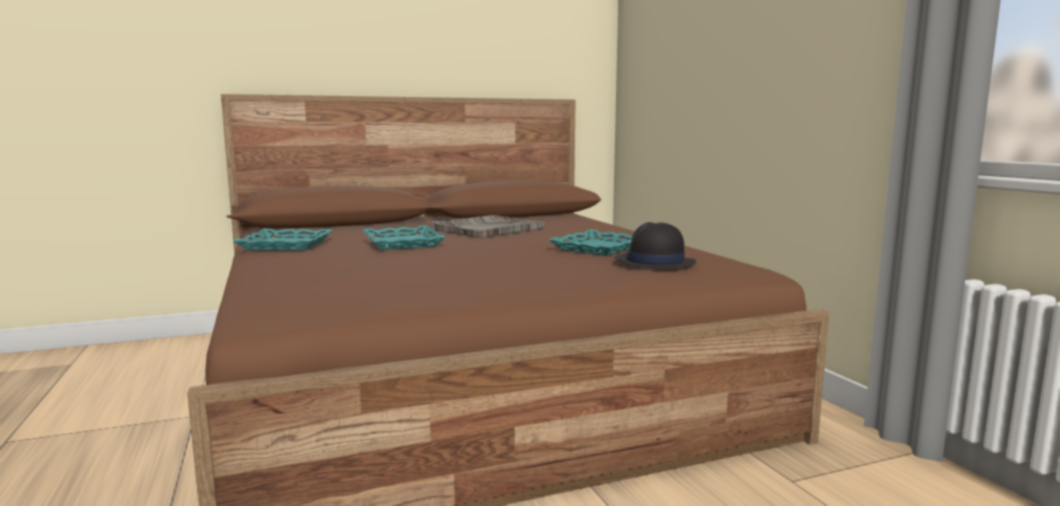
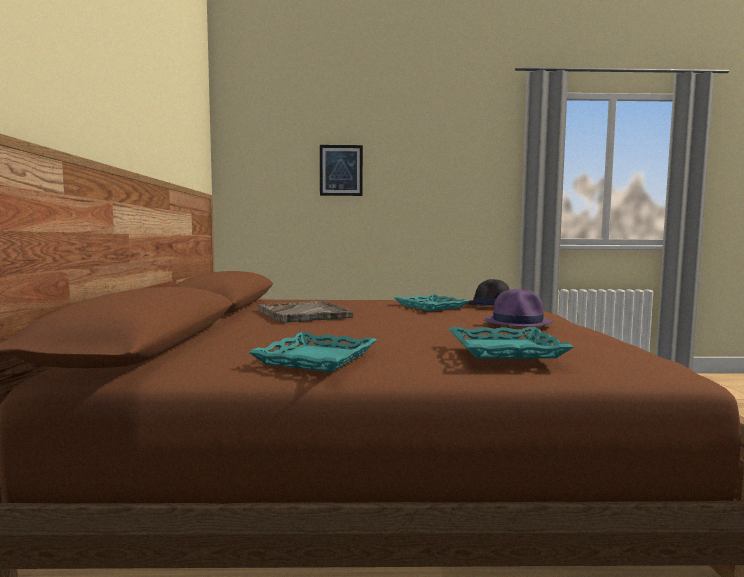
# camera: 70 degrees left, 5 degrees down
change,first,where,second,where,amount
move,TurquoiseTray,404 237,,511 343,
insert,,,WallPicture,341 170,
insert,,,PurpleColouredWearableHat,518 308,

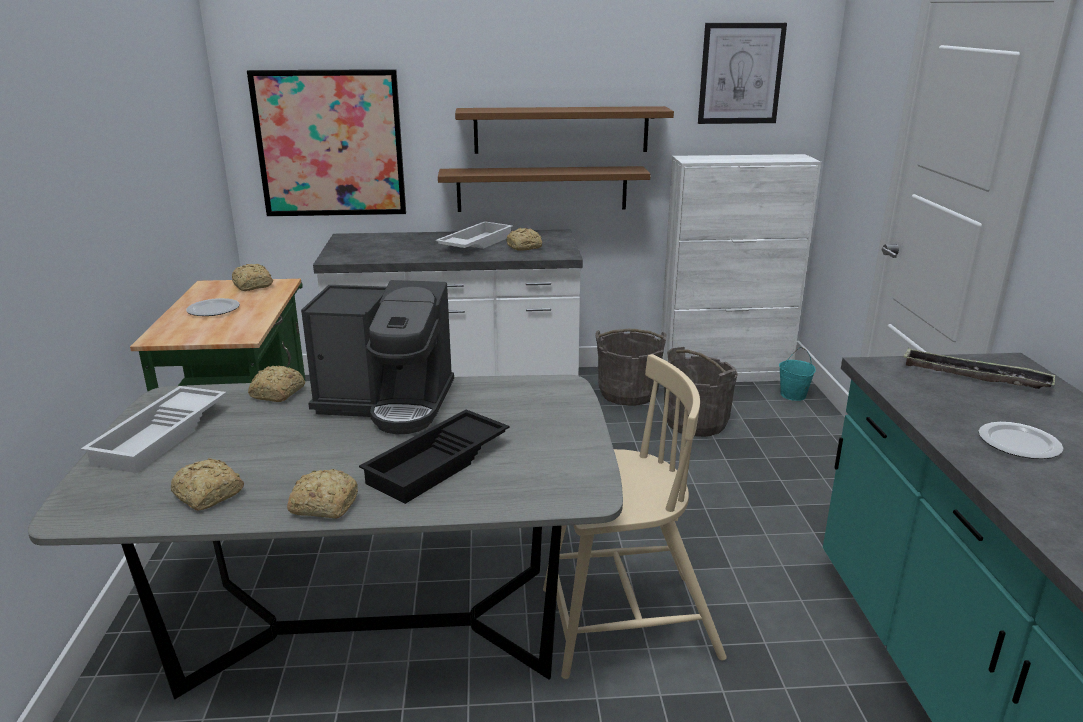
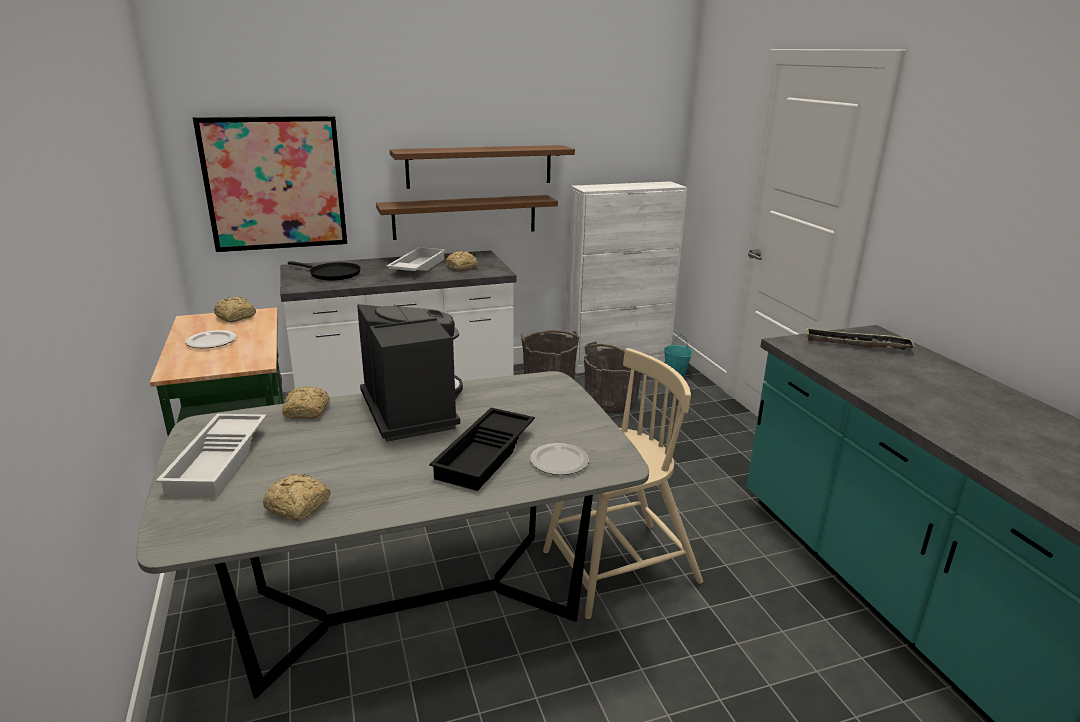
# camera: 15 degrees left, 0 degrees up
change,first,where,second,where,amount
delete,WallPicture,742 73,,,
rotate,CoffeeMaker,377 357,,410 373,105 degrees counterclockwise
move,Plate,1020 440,,559 459,
delete,BakeryBread,322 494,,,
insert,,,BlackSkillet,324 270,

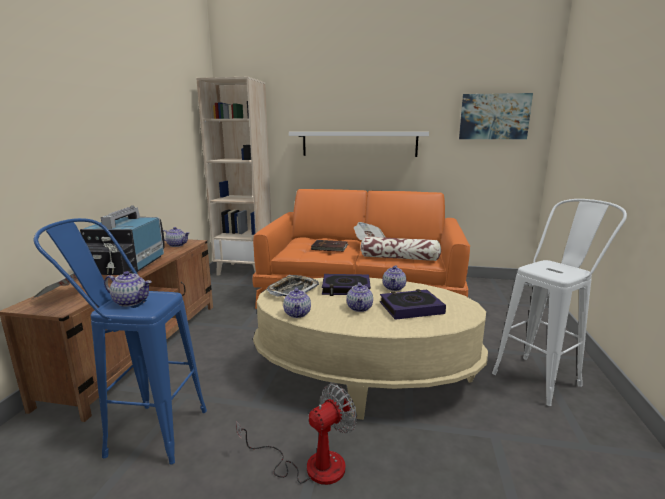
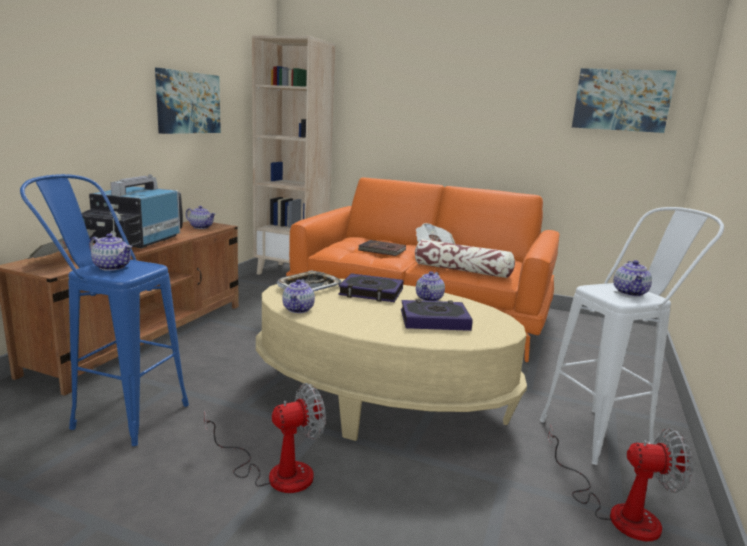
# camera: 10 degrees right, 0 degrees up
change,first,where,second,where,amount
delete,WhiteWallShelf,359 144,,,
move,PotForTea,359 297,,632 278,
insert,,,WallPicture,188 101,
insert,,,CoolingFan,620 482,

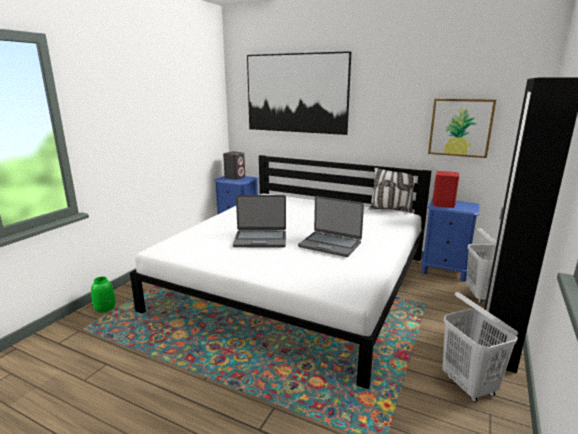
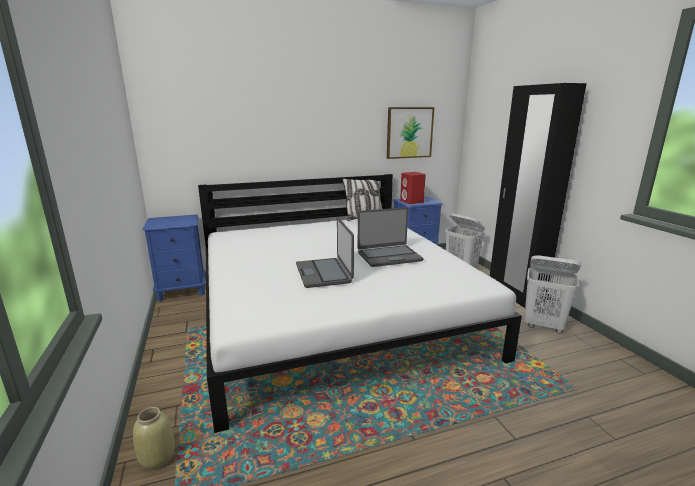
# camera: 45 degrees left, 0 degrees up
change,first,where,second,where,amount
delete,WallPicture,299 93,,,
delete,GrayAudioSpeaker,234 165,,,
rotate,PortableComputer,259 221,,325 252,120 degrees clockwise
recolor,GreenishFlowerVase,103 294,BeigeFlowerVase,154 438,

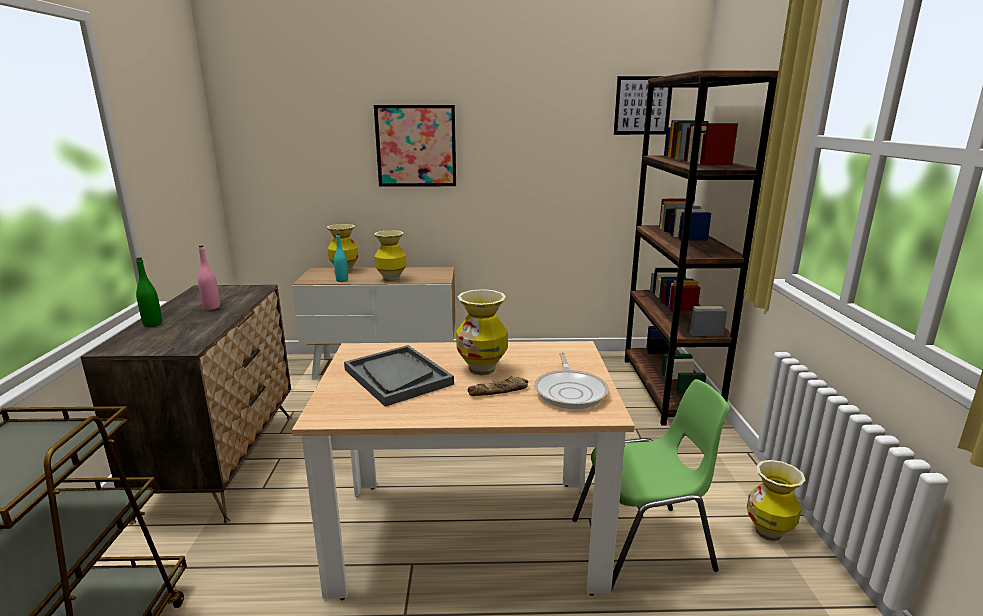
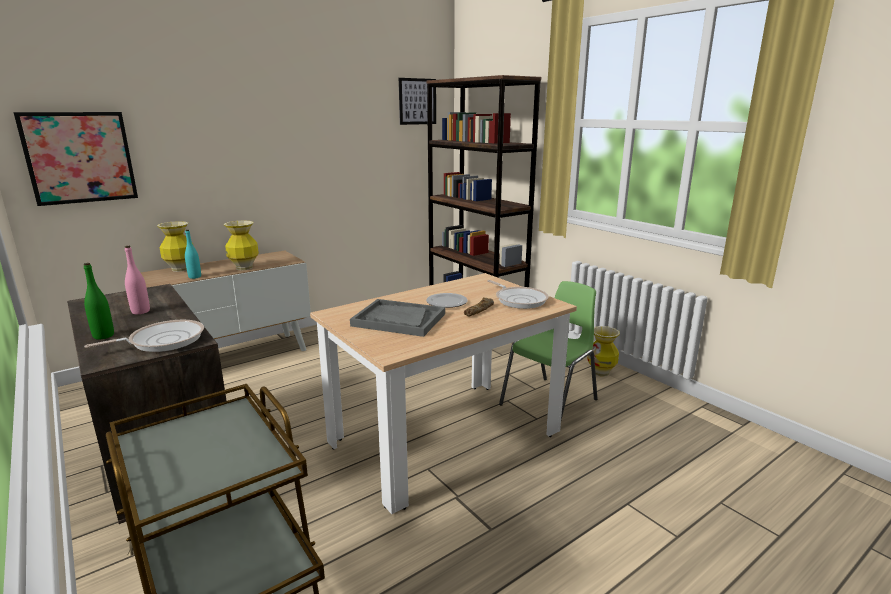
# camera: 35 degrees left, 0 degrees up
change,first,where,second,where,amount
move,WallPicture,415 146,,75 159,
replace,FlowerVase,482 332,Plate,447 300,
insert,,,Skillet,144 336,

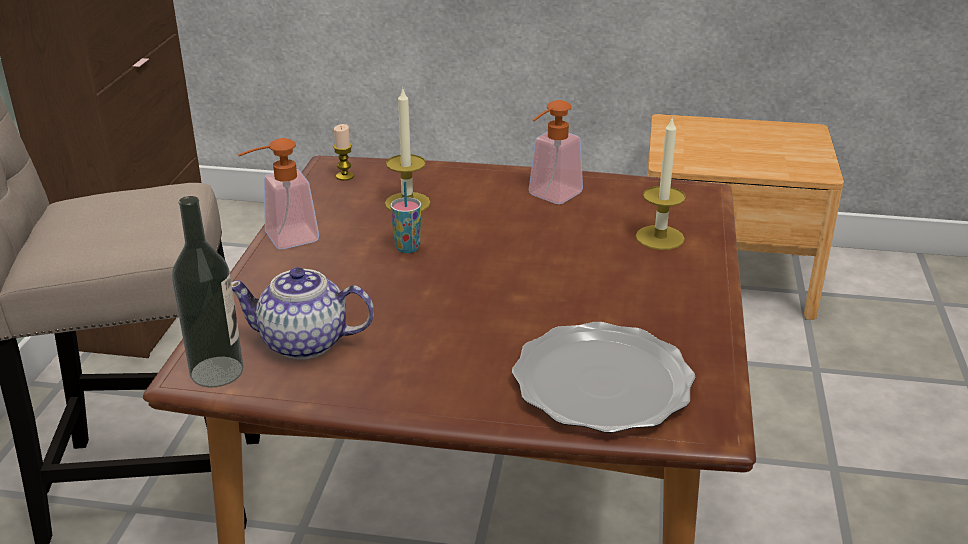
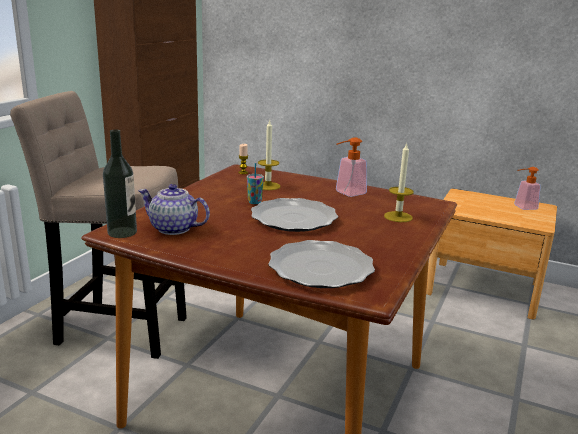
# camera: 15 degrees right, 10 degrees down
change,first,where,second,where,amount
move,SoapDispenser,278 193,,527 188,
insert,,,Plate,294 215,

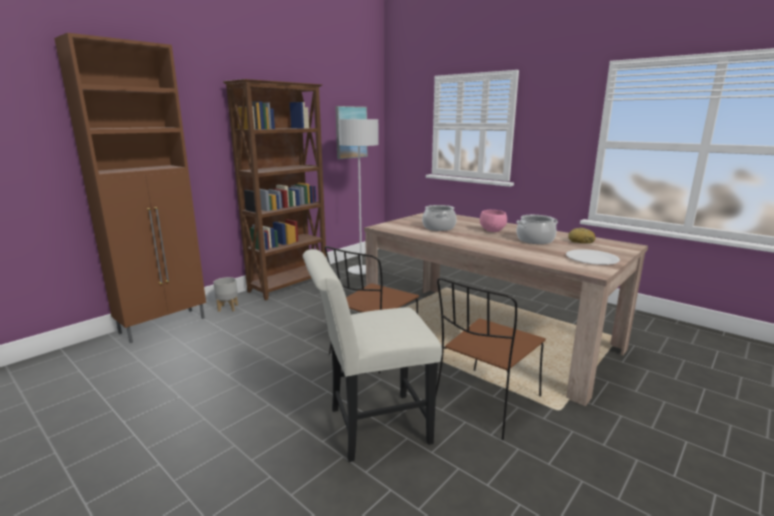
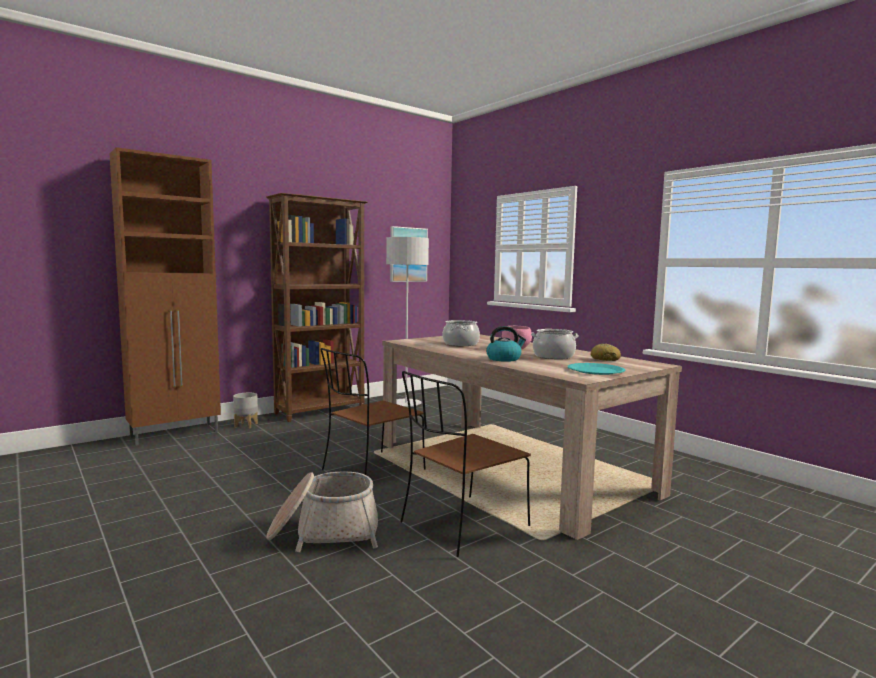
# camera: 10 degrees right, 10 degrees down
change,first,where,second,where,amount
replace,WhiteUprightChair,372 355,StorageBasket,322 512,
recolor,WhitePlate,593 257,TurquoisePlate,596 369,
insert,,,WaterKettle,506 344,

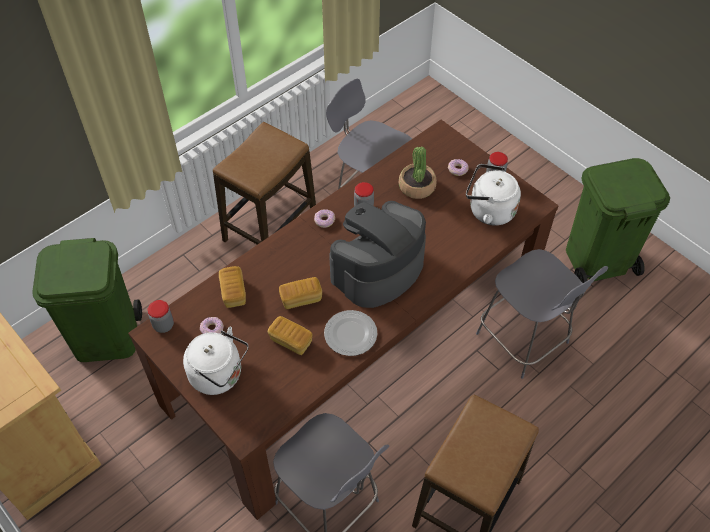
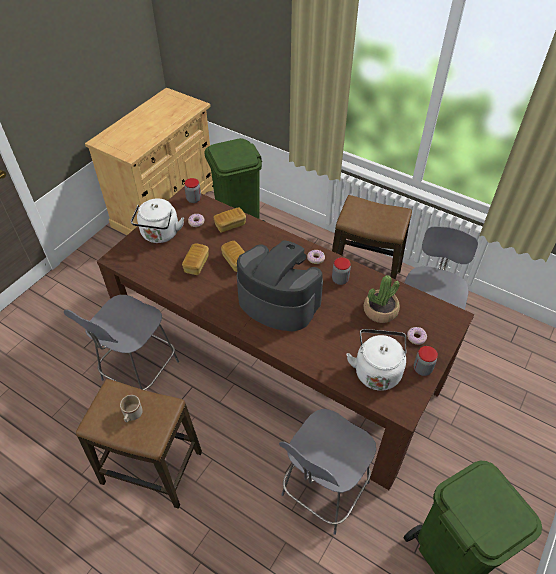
# camera: 75 degrees right, 5 degrees down
change,first,where,second,where,amount
delete,Plate,350 333,,,
insert,,,BeigeTeaMug,131 408,

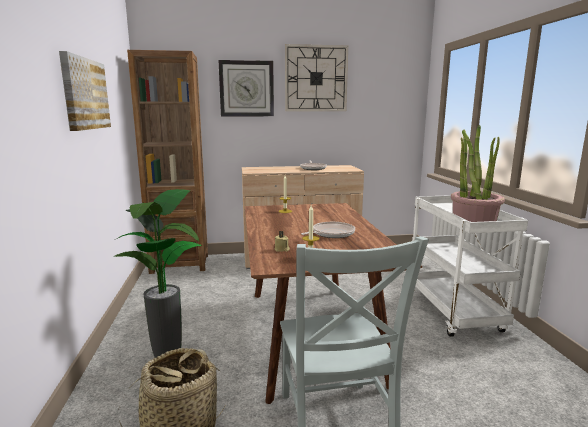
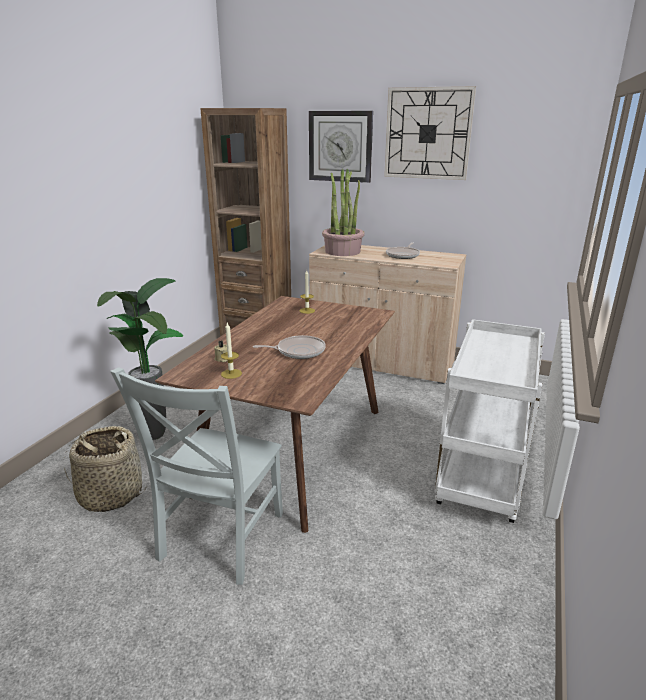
# camera: 30 degrees right, 10 degrees up
change,first,where,second,where,amount
delete,WallPicture,85 91,,,
move,Houseplant,478 173,,343 212,

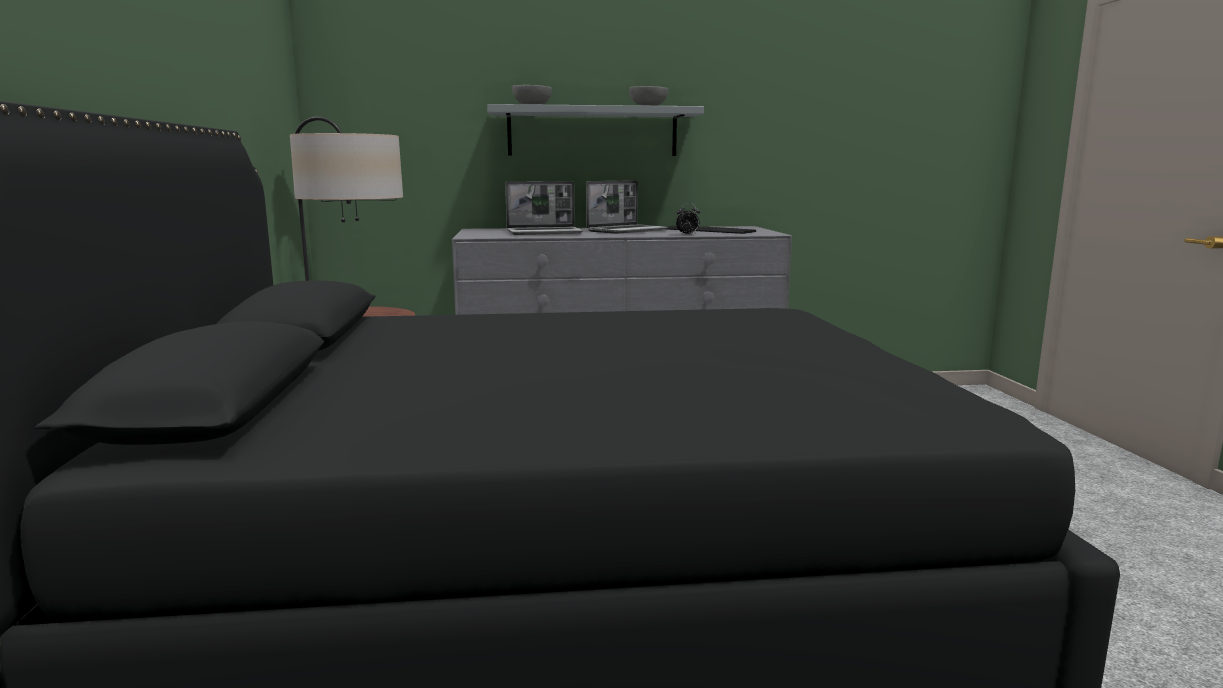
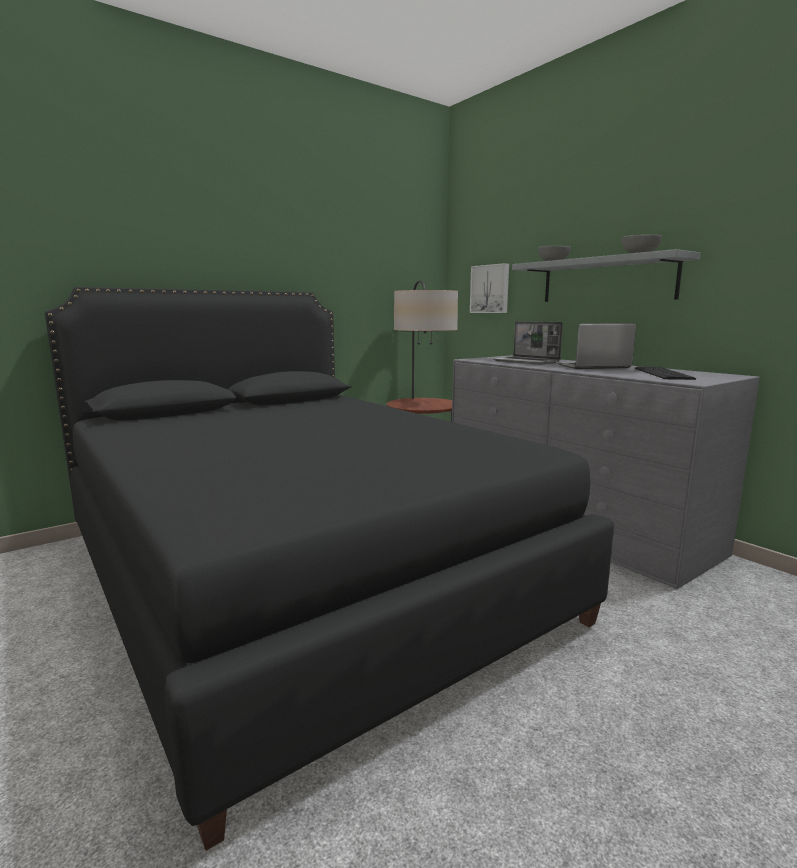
# camera: 60 degrees right, 0 degrees up
change,first,where,second,where,amount
rotate,PortableComputer,627 207,,596 346,150 degrees clockwise
delete,TableClock,688 219,,,
insert,,,WallPicture,489 288,

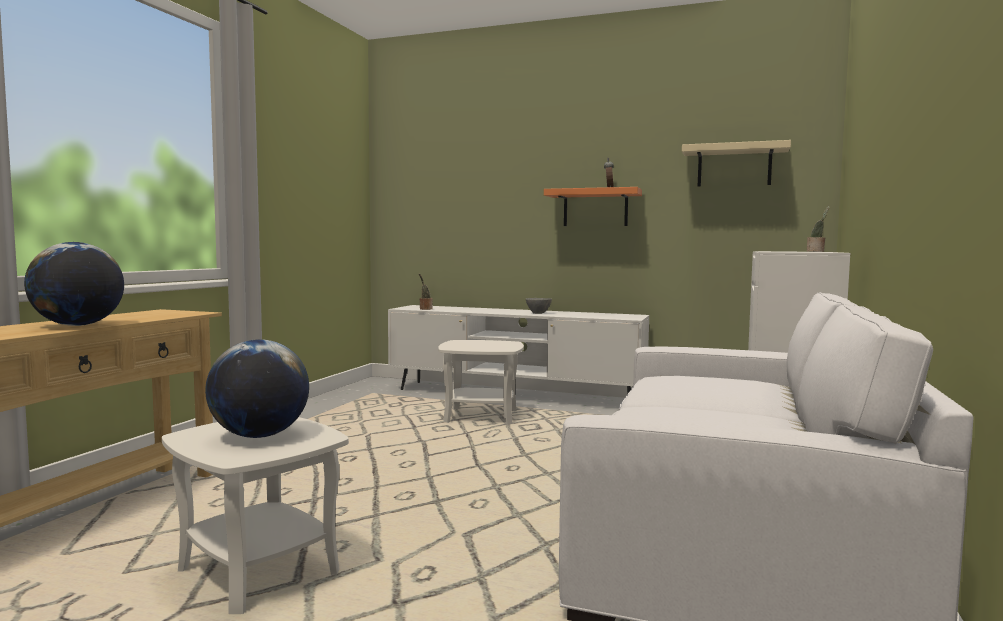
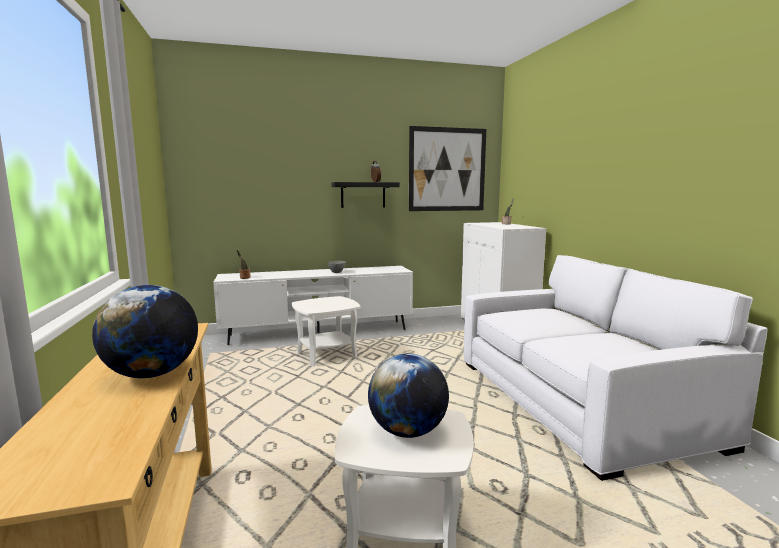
# camera: 35 degrees left, 5 degrees up
change,first,where,second,where,amount
replace,BeigeWallShelf,736 163,WallPicture,447 168,
recolor,OrangeWallShelf,593 206,BlackWallShelf,365 195,

